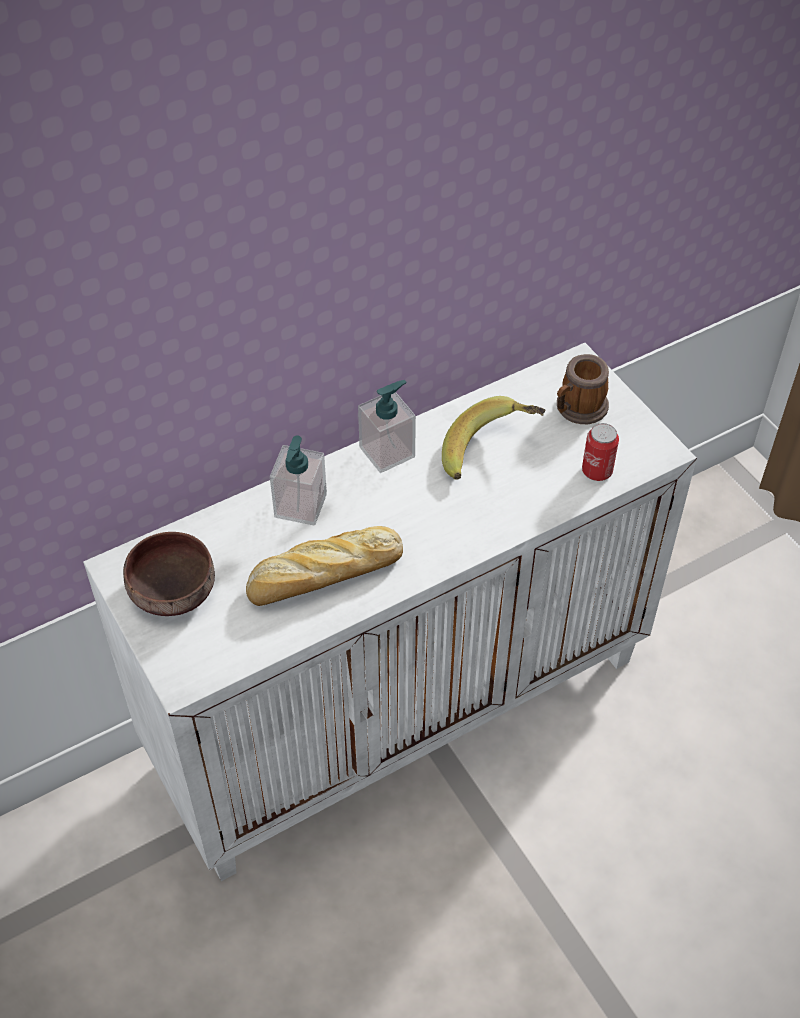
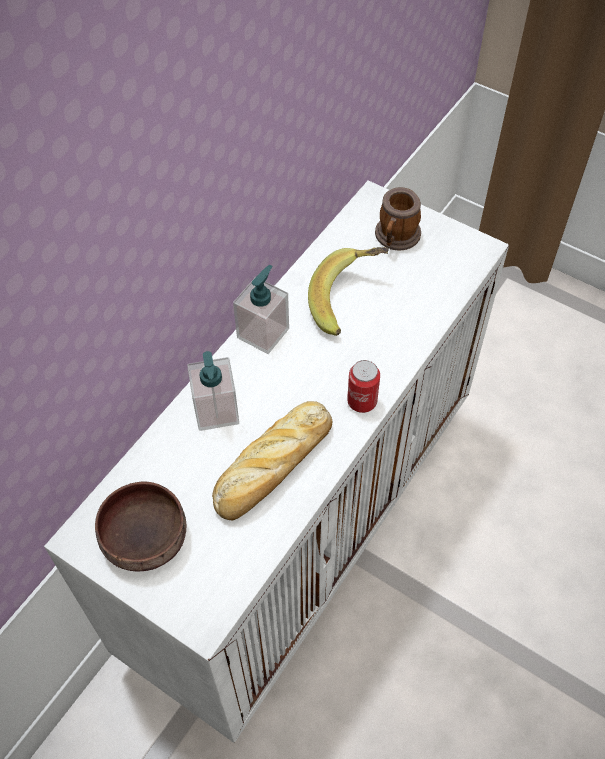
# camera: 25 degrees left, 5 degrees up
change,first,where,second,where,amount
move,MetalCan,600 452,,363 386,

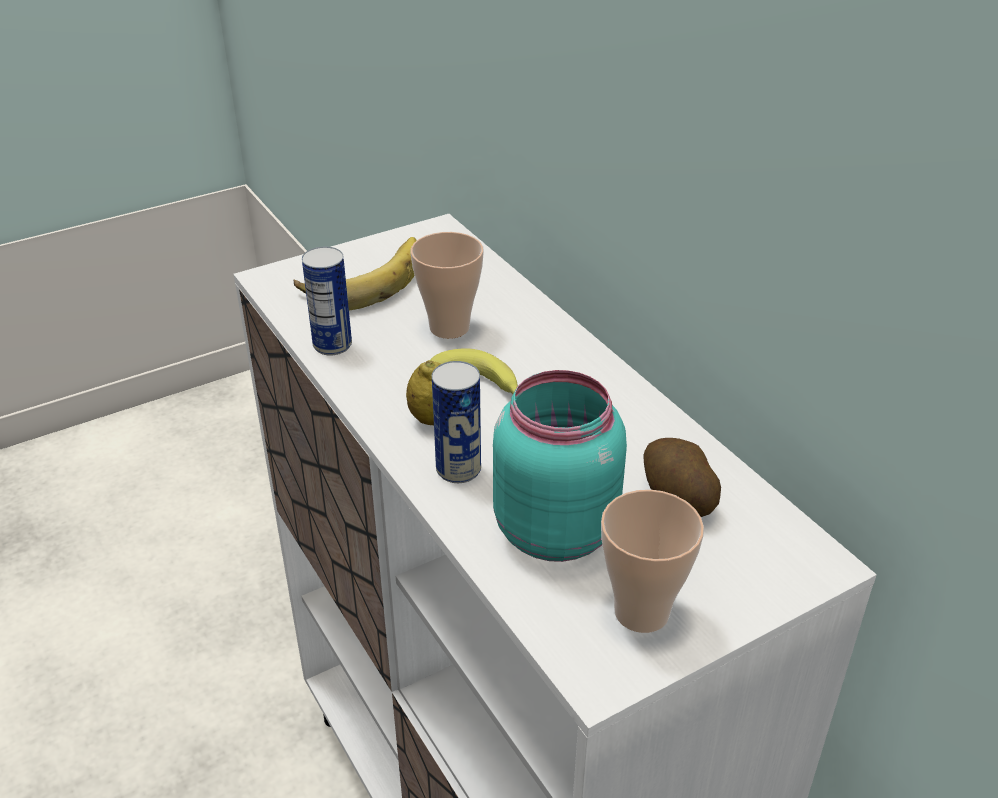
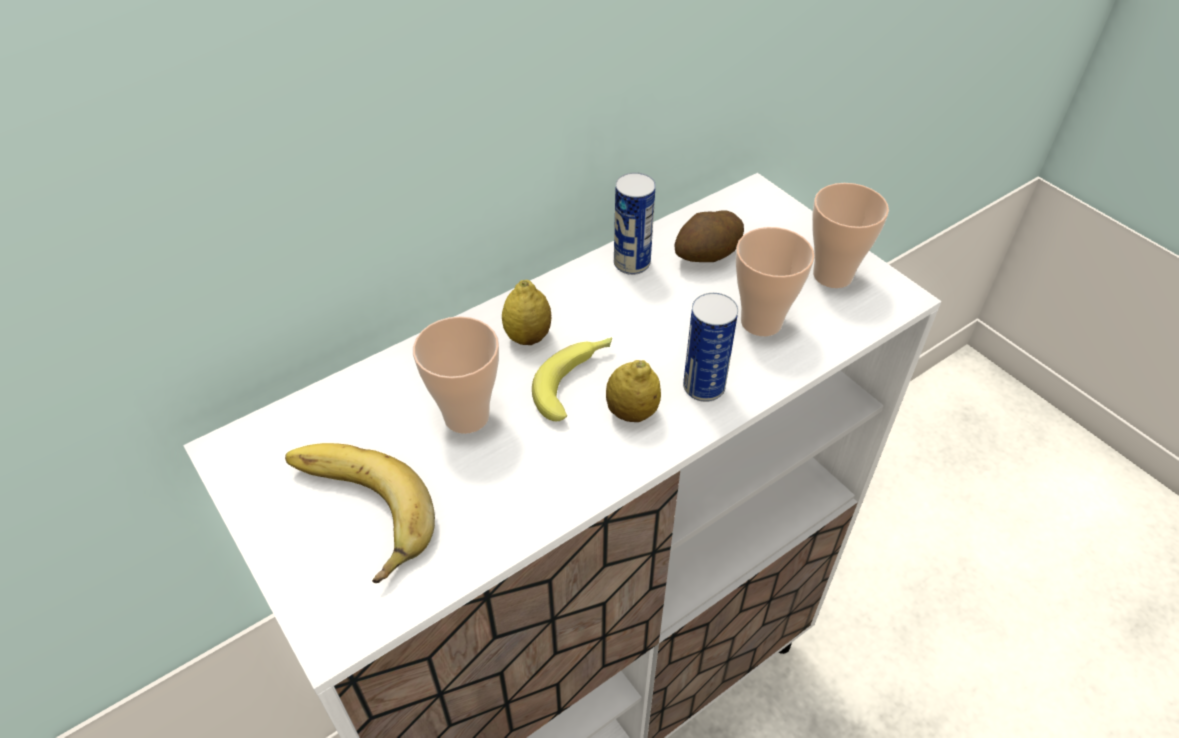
# camera: 95 degrees left, 10 degrees up
change,first,where,second,where,amount
move,MetalCan,327 301,,635 223,
replace,TurquoiseStorageJar,560 466,Cup,775 282,
insert,,,Lemon,526 312,

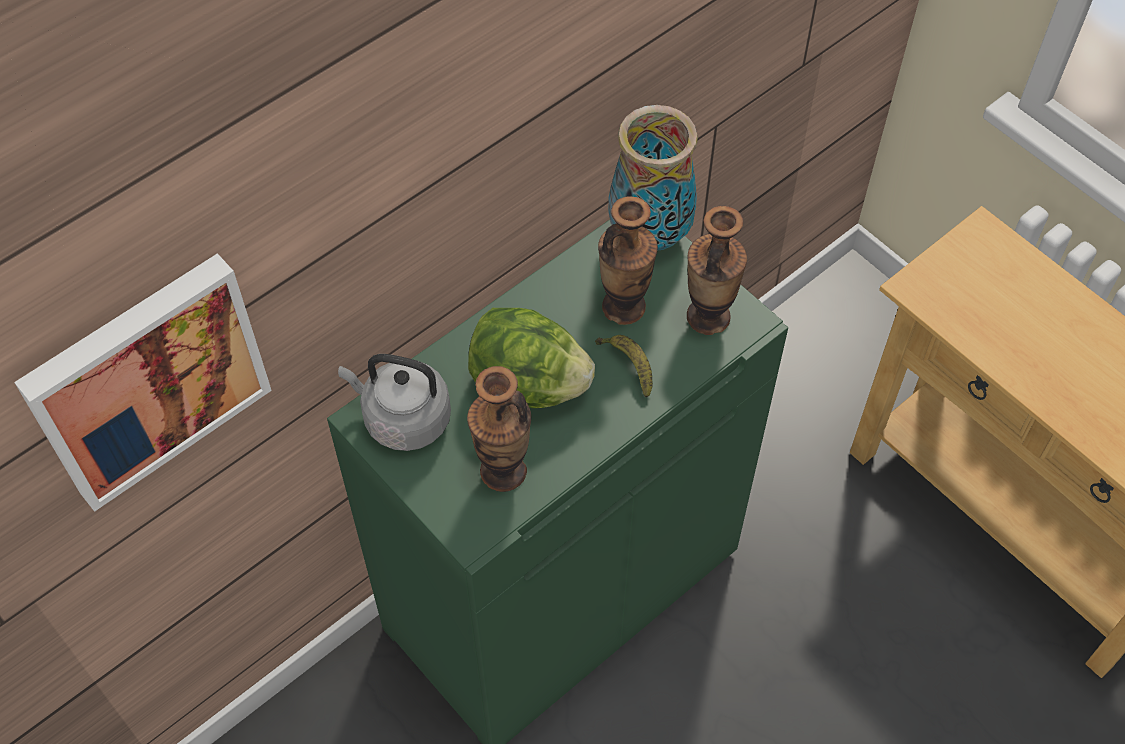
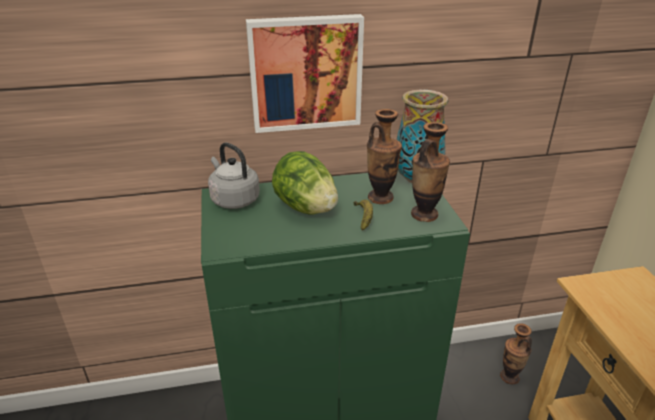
# camera: 30 degrees right, 25 degrees down
change,first,where,second,where,amount
move,WallPicture,143 382,,305 73,
move,FlowerVase,499 429,,516 353,

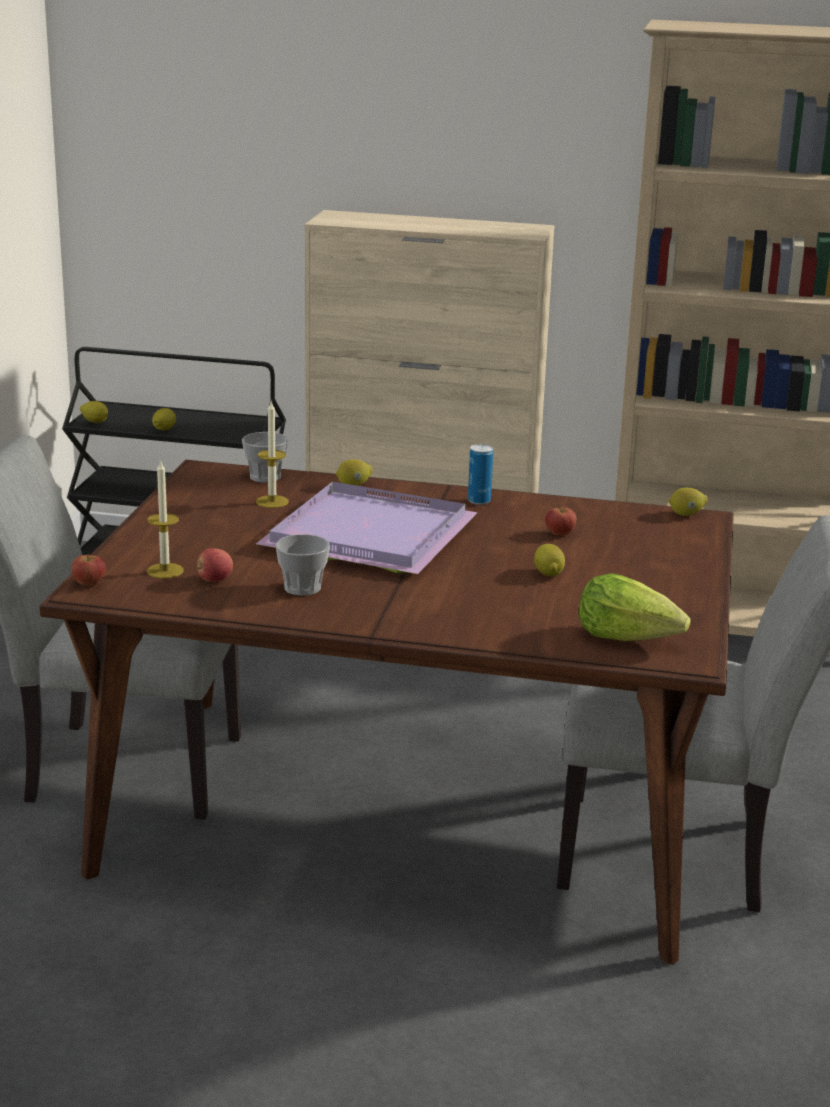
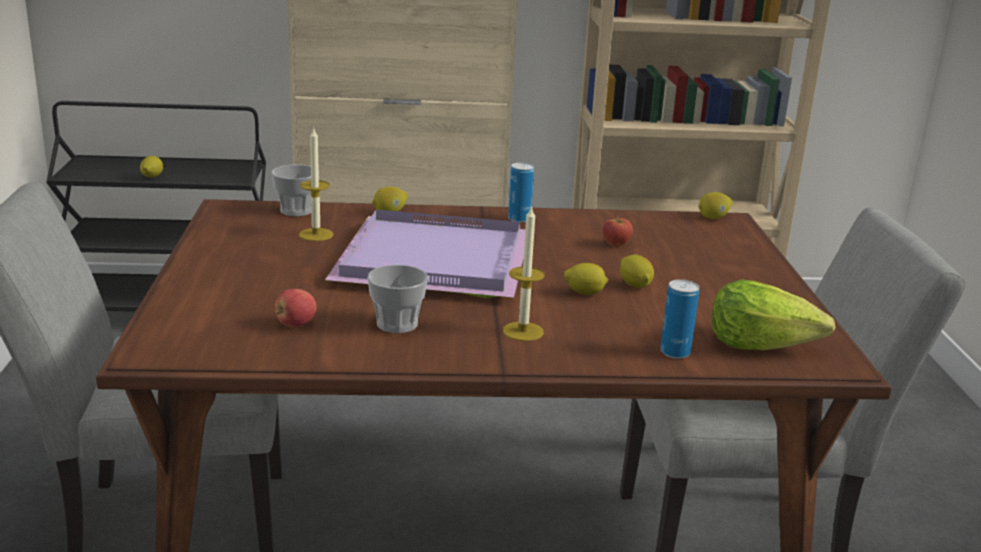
# camera: 15 degrees left, 0 degrees up
change,first,where,second,where,amount
move,Lemon,94 412,,586 279,
move,WaxLight,165 519,,524 273,
delete,AppleFruit,88 570,,,
insert,,,MetalCan,679 319,

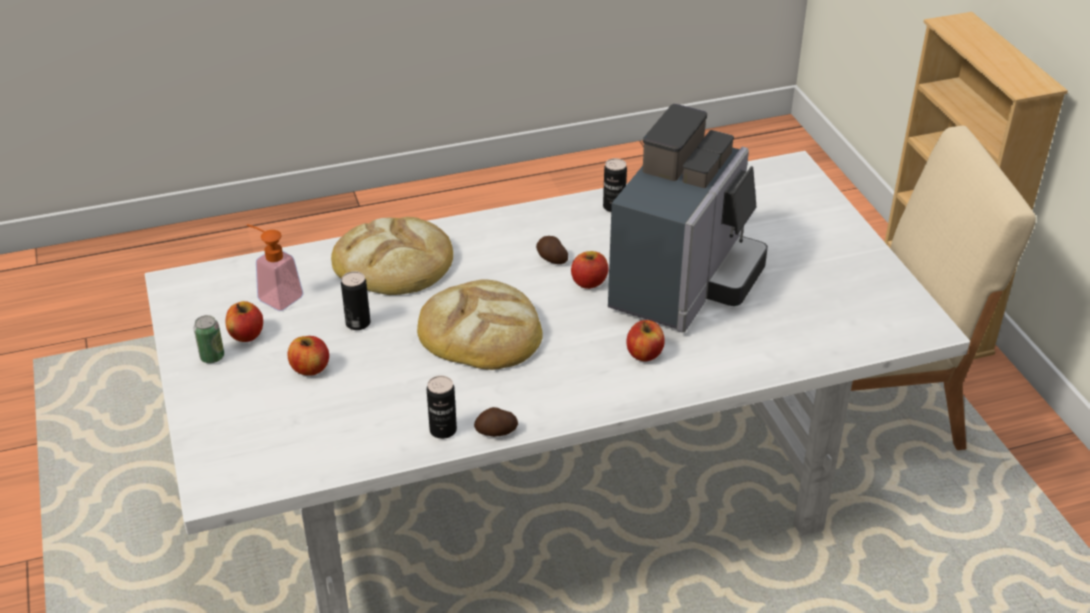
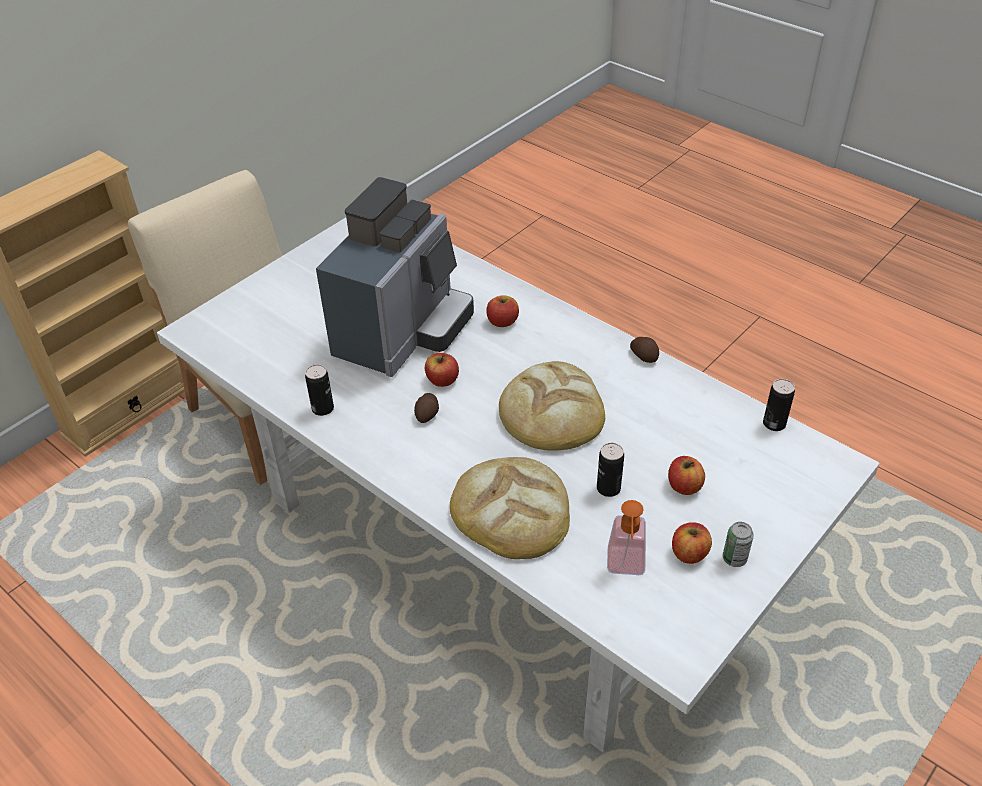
# camera: 120 degrees left, 5 degrees up
change,first,where,second,where,amount
rotate,CoffeeMaker,688 218,,395 277,120 degrees clockwise
move,MetalCan,442 407,,779 405,

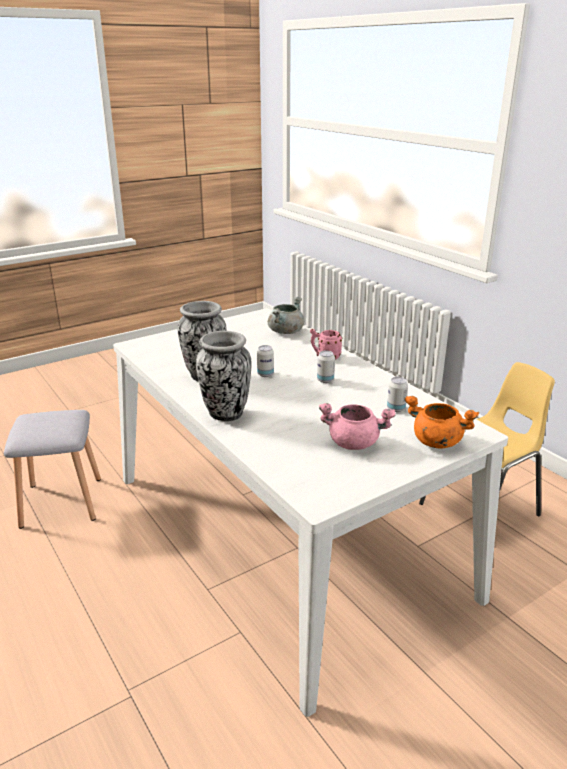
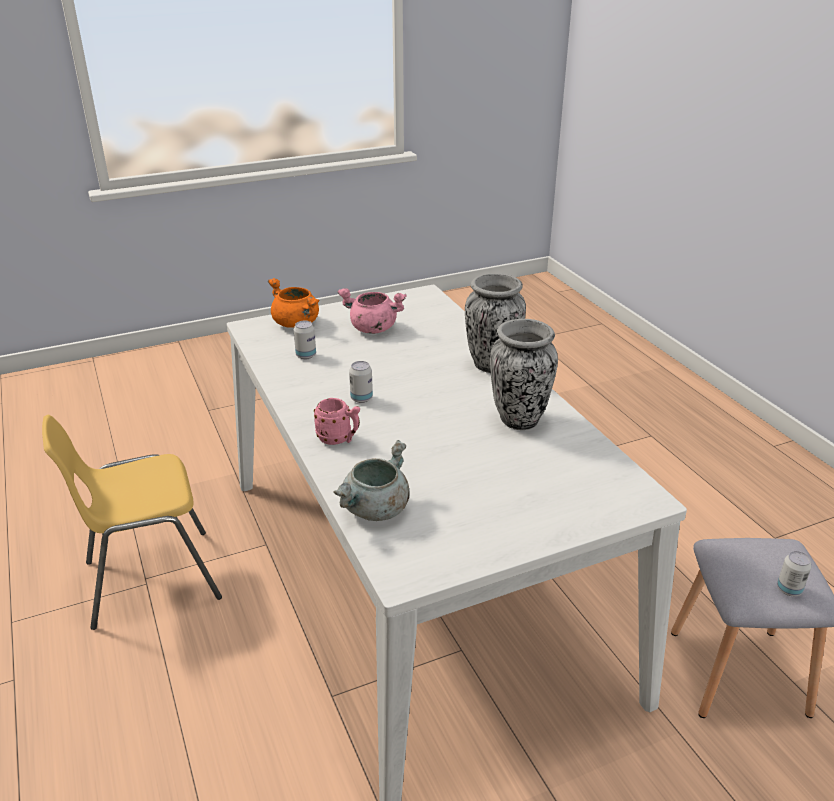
# camera: 170 degrees left, 5 degrees up
change,first,where,second,where,amount
move,MetalCan,265 361,,794 573,

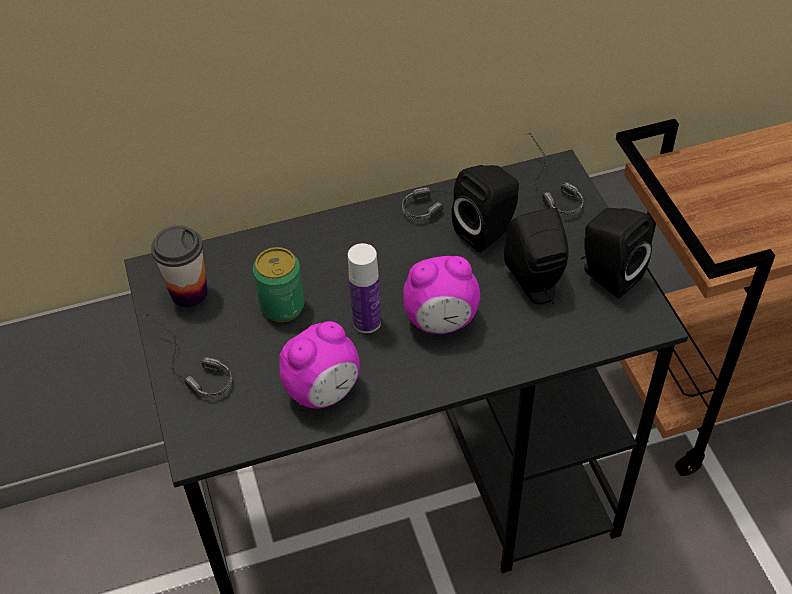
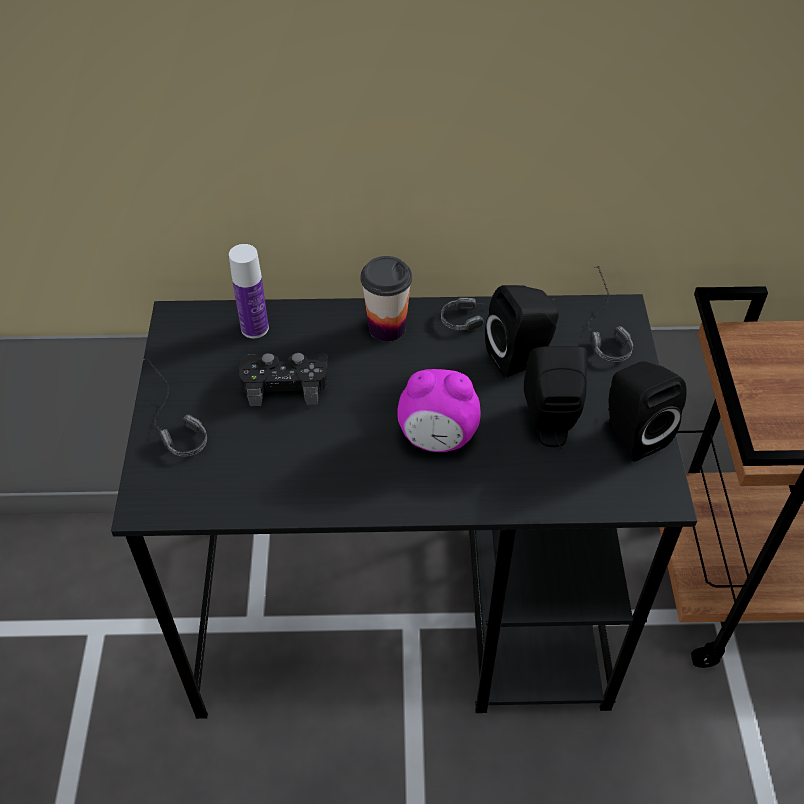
# camera: 15 degrees right, 0 degrees up
change,first,where,second,where,amount
move,Cup,179 266,,386 299,
move,BeverageBottle,364 288,,249 291,
replace,MetalCan,279 284,BlackGamepad,284 379,
delete,TableClock,319 365,,,

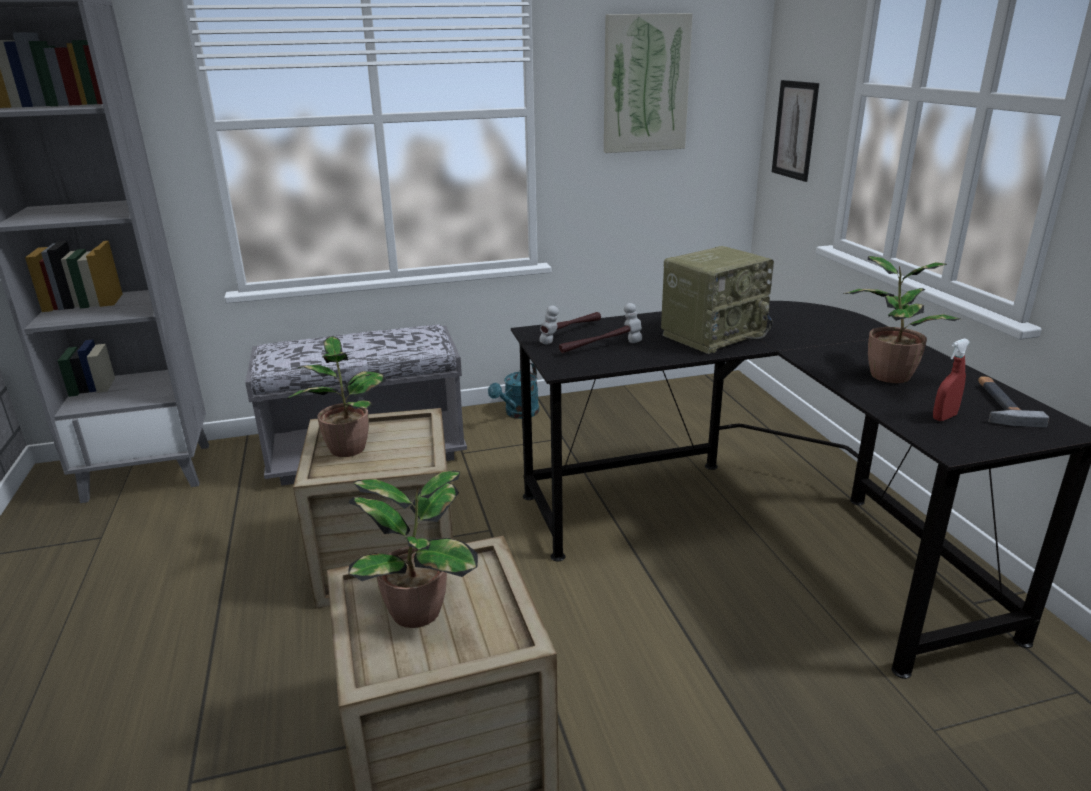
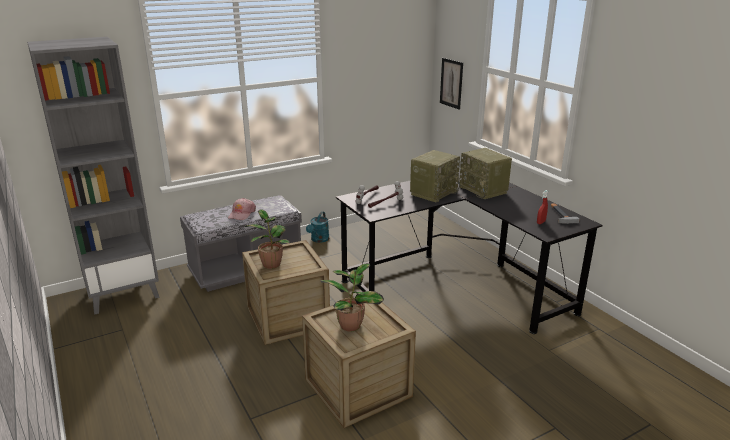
# camera: 15 degrees left, 0 degrees up
change,first,where,second,where,amount
delete,WallPicture,648 83,,,
delete,Houseplant,902 319,,,
insert,,,Radio,485 173,
insert,,,PinkColouredBaseballCap,242 209,

